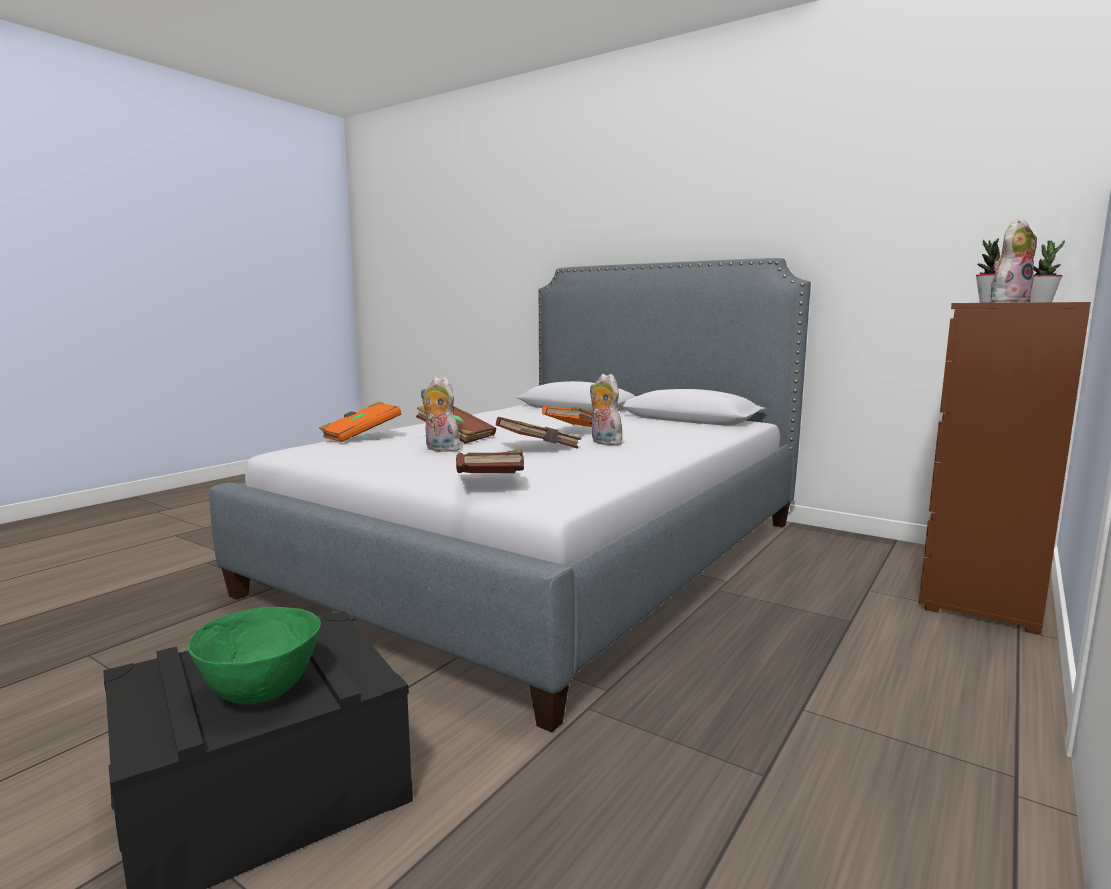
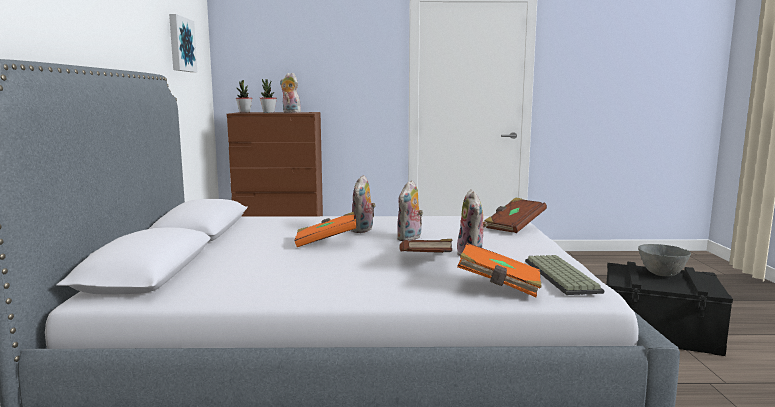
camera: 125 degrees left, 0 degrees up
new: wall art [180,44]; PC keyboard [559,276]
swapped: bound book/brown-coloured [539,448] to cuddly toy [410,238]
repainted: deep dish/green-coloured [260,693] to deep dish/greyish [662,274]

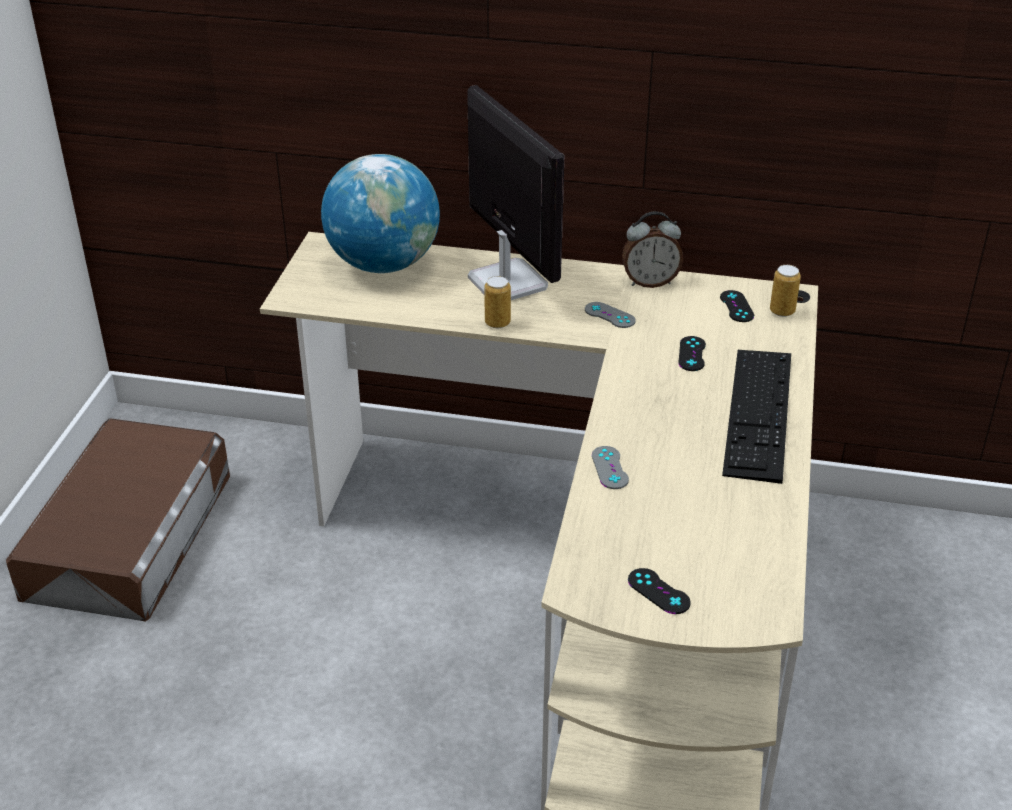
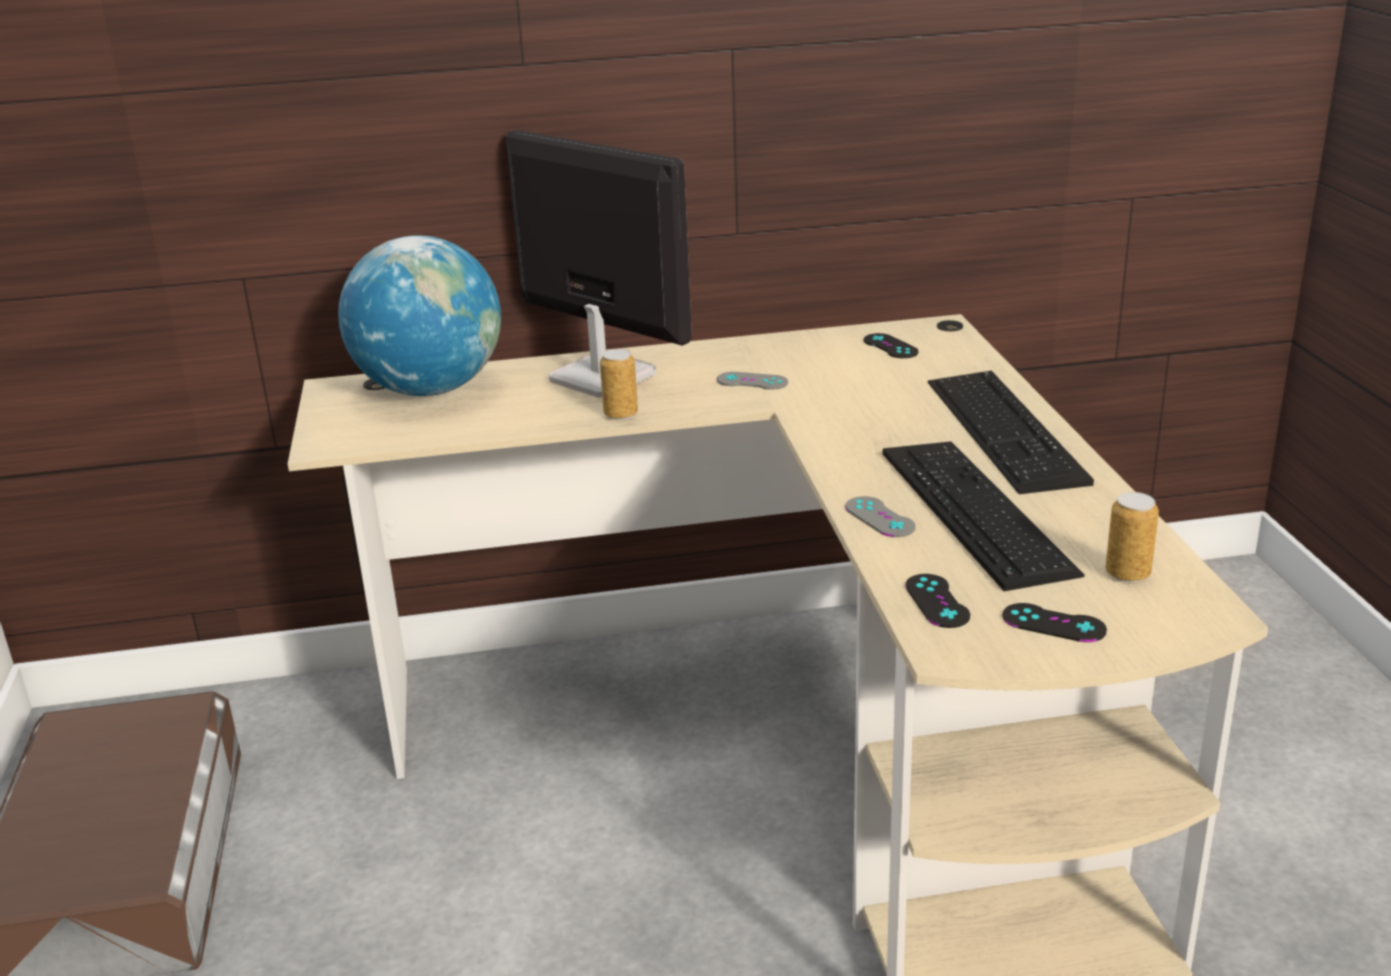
camera: 20 degrees left, 10 degrees down
gone: bedside clock [650,282]
new: PC keyboard [974,510]
shifted: game controller/black [692,354] to [937,601]; metal can [782,311] to [1127,574]

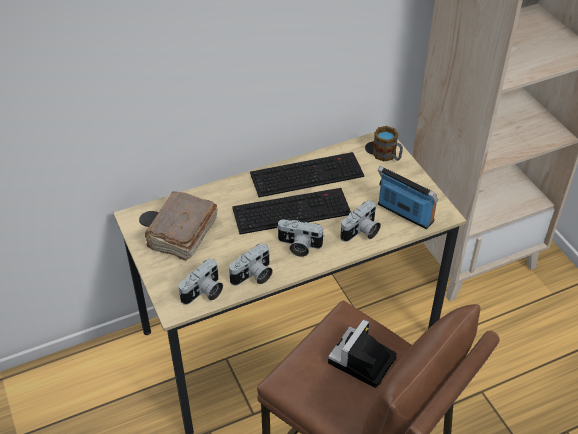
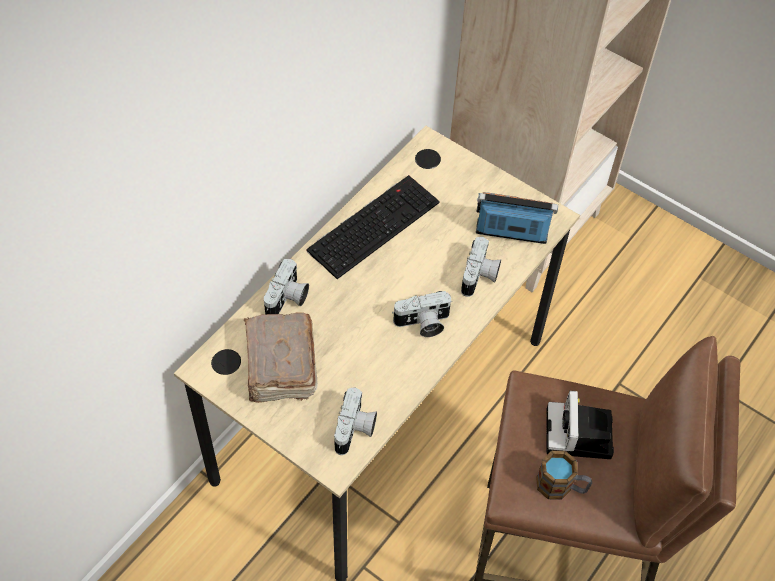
camera: 30 degrees left, 10 degrees up
gone: PC keyboard [292,210]
shifted: still camera [253,276] to [288,299]; tea mug [387,156] to [561,486]

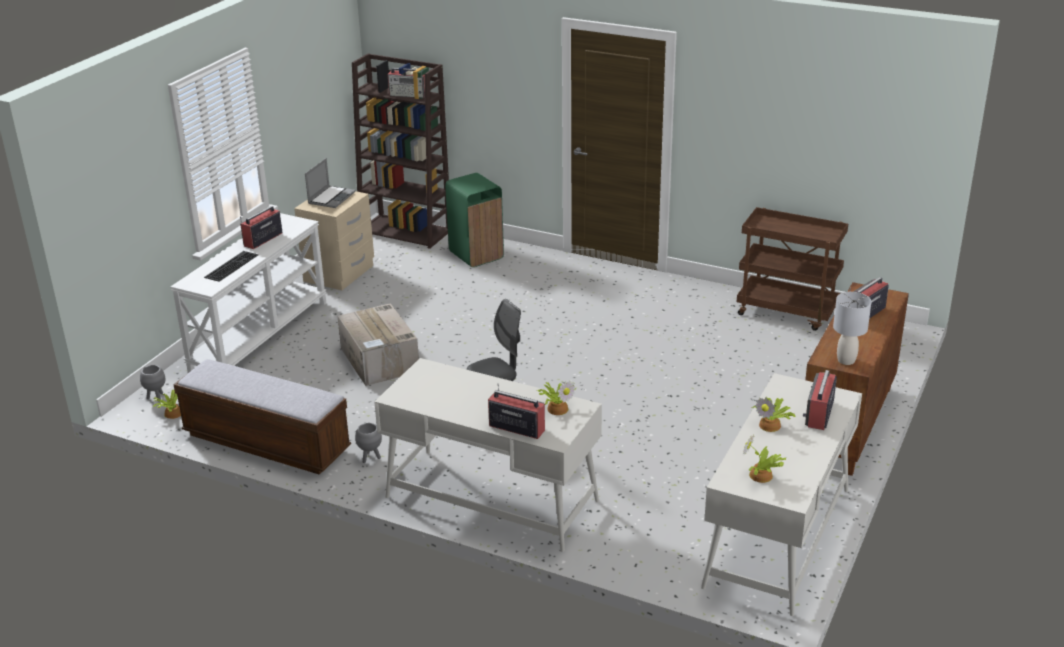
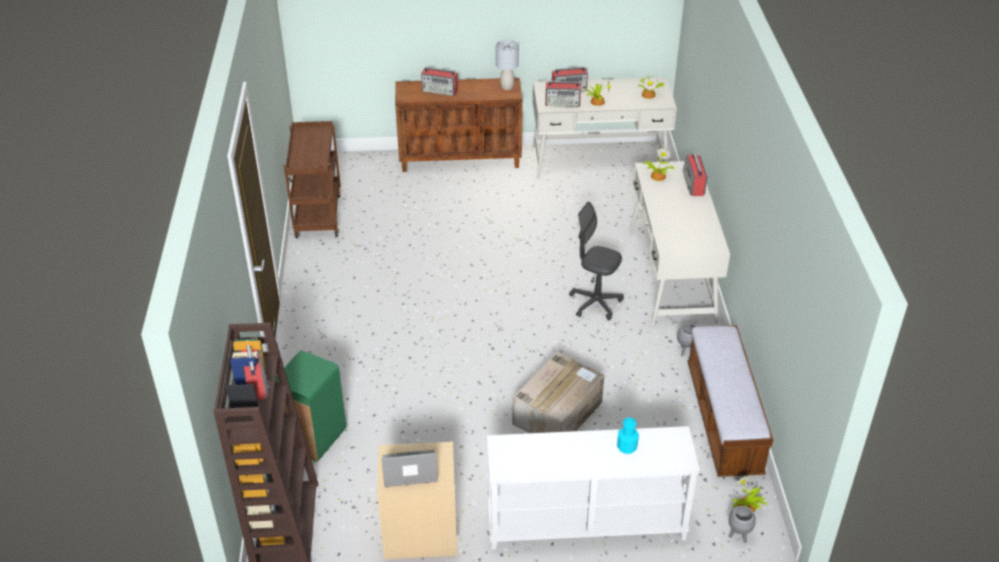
camera: 120 degrees left, 10 degrees up
shifted: radio set [262,239] to [563,103]
swapped: PC keyboard [231,265] to beverage bottle/blue-green [627,447]

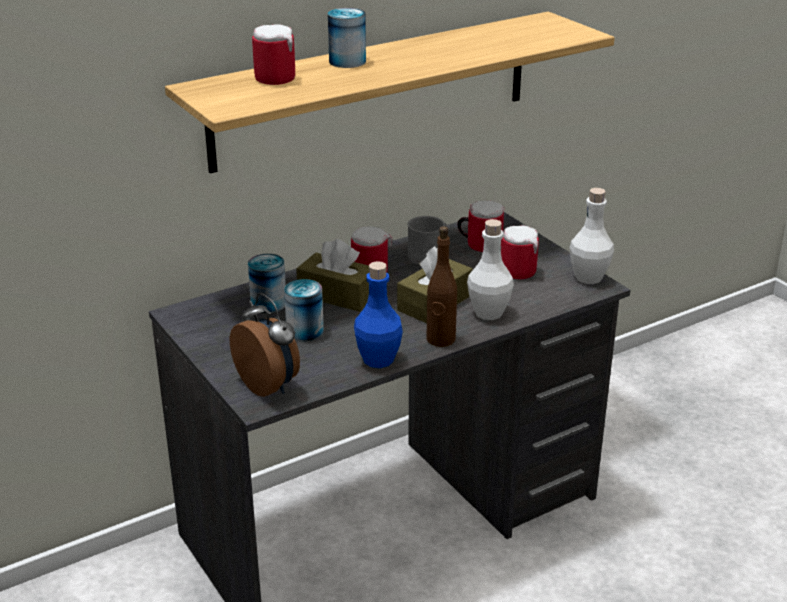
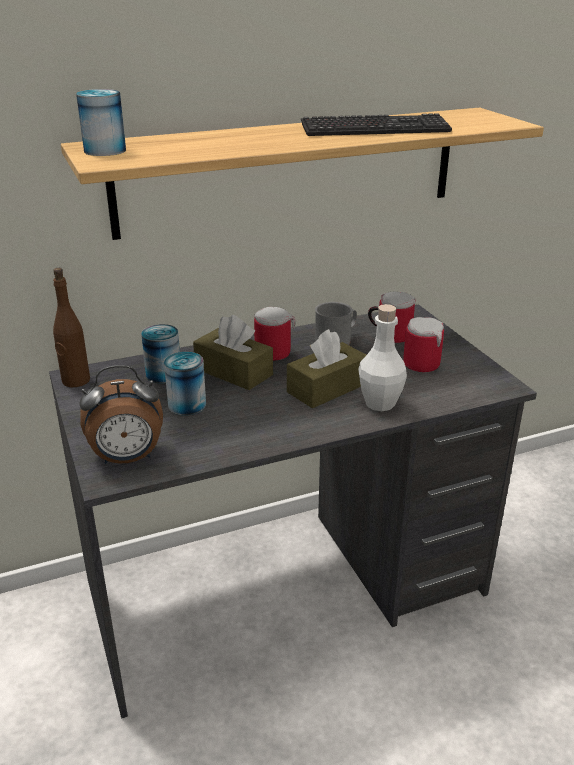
camera: 10 degrees right, 0 degrees up
gone: tea mug [279,77]; beverage bottle/blue [378,360]; beverage bottle/white [588,277]
new: PC keyboard [375,129]
shifted: metal can [347,61] to [105,150]; beverage bottle/brown-coloured [440,339] to [75,381]
rotated: bedside clock [269,385] = [127,458] 105 degrees clockwise

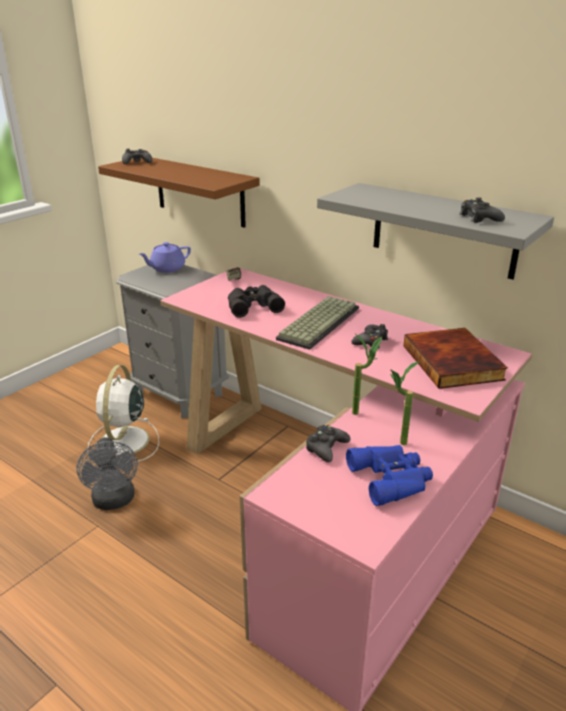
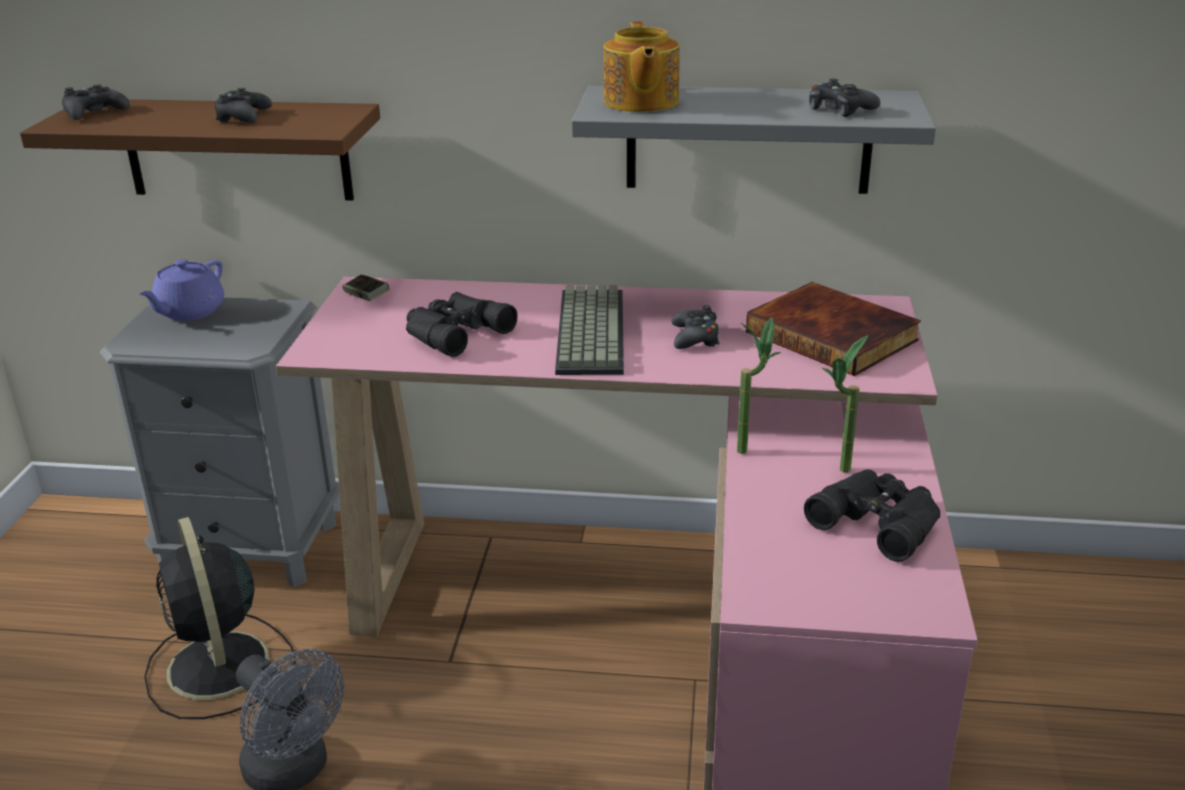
camera: 30 degrees left, 0 degrees up
new: pot for tea [640,102]
shifted: game controller/black [326,448] to [243,117]
repainted: electric fan/white [123,442] to electric fan/black [219,668]; pair of binoculars/blue [392,478] to pair of binoculars/black [879,520]

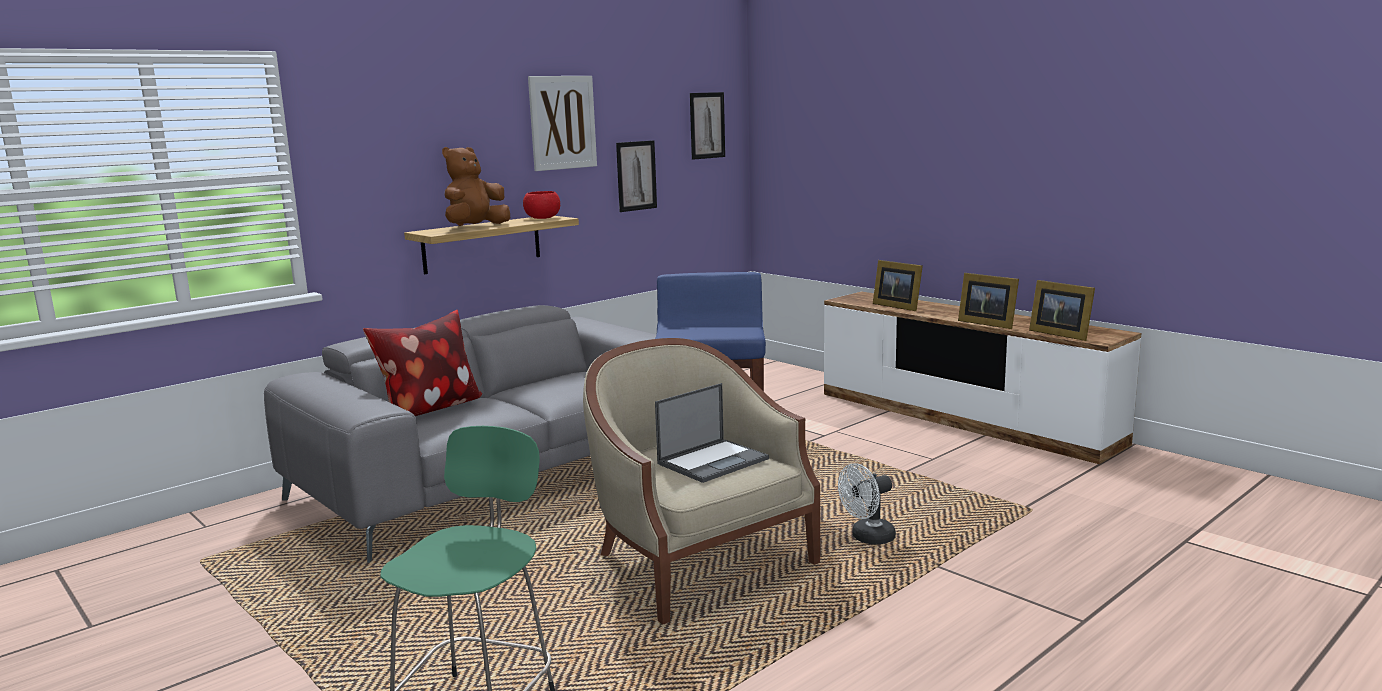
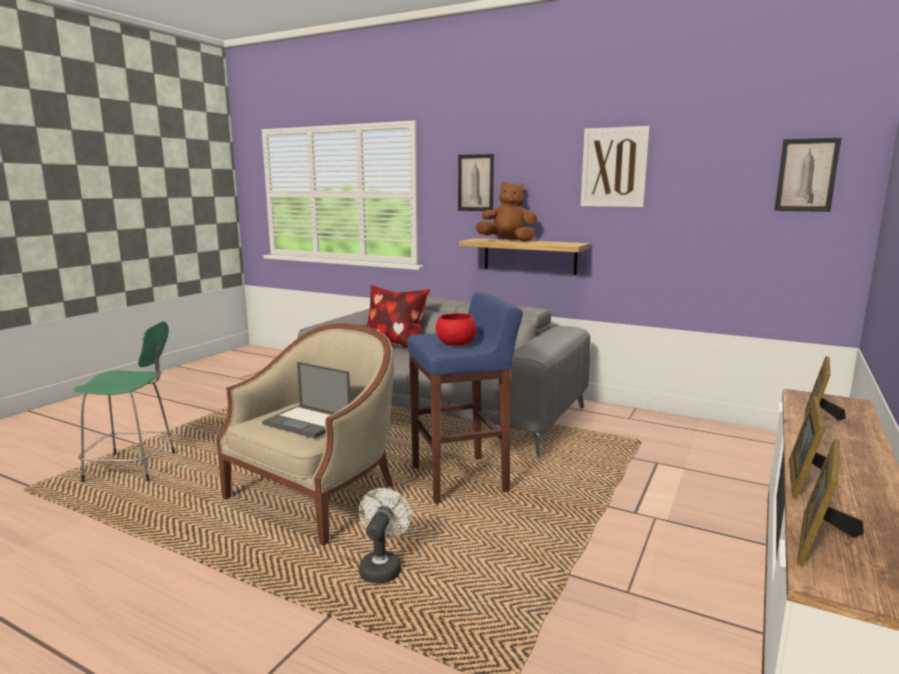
camera: 70 degrees right, 0 degrees up
shifted: deep dish/reddish [542,218] to [456,344]; wall art [636,176] to [475,183]
rotated: electric fan/white [867,538] = [382,567] 60 degrees clockwise

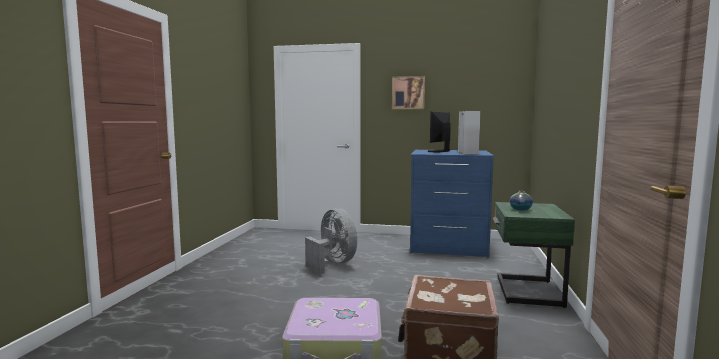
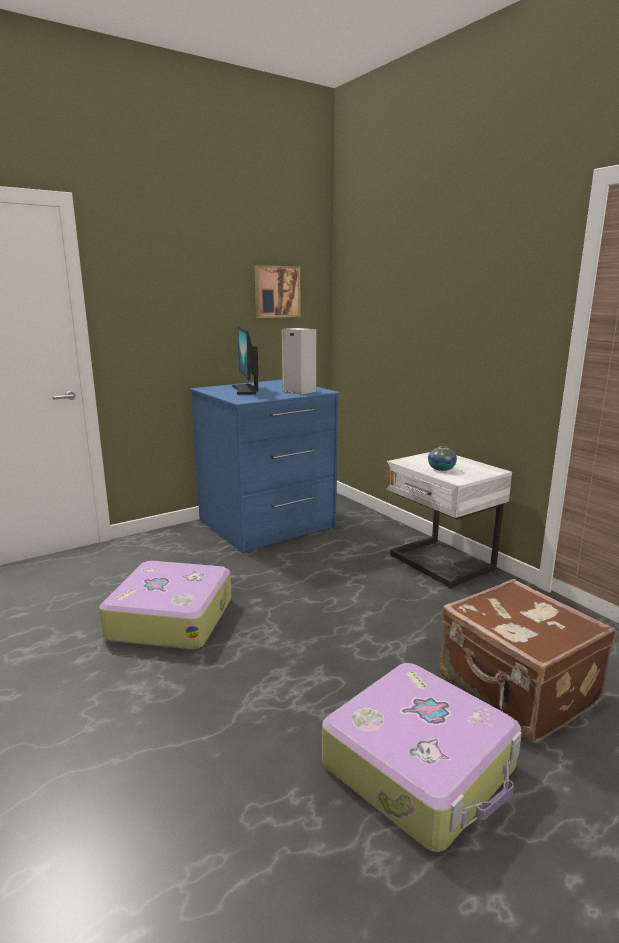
camera: 45 degrees left, 10 degrees up
shifted: wall art [408,93] to [276,291]
swapped: electric fan/greyish [333,264] to suitcase [171,618]
repainted: bedside table/green-coloured [526,292] to bedside table/white [439,564]

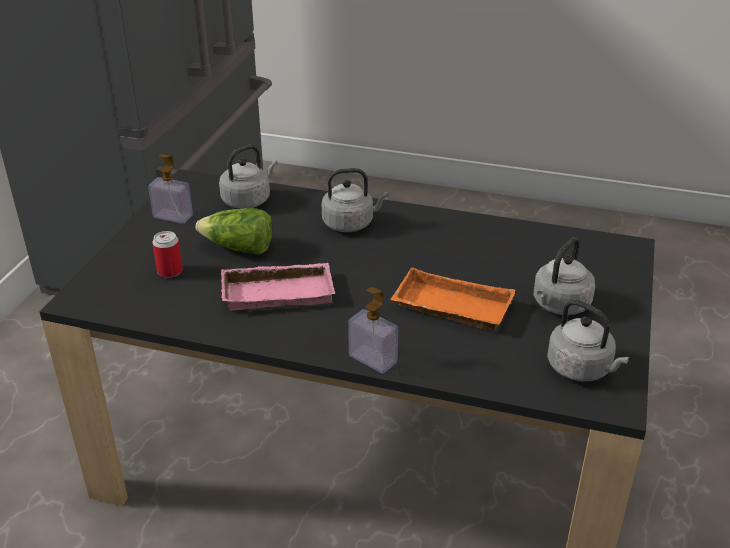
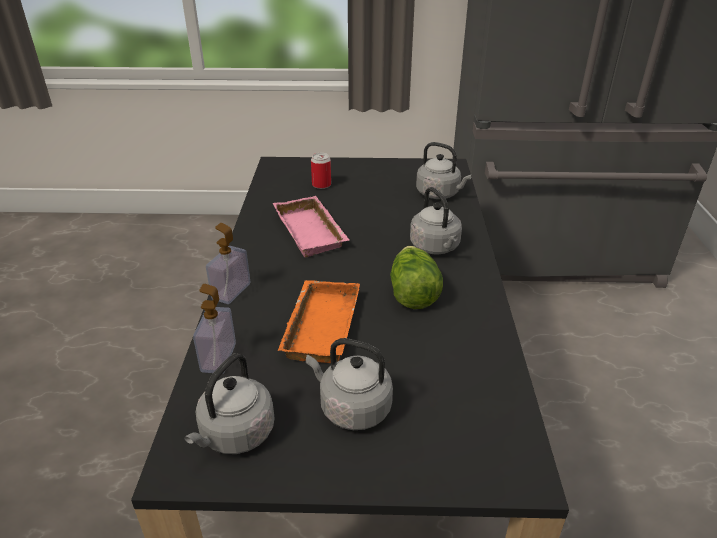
camera: 75 degrees right, 0 degrees up
shifted: soap dispenser [173,216] to [218,357]; head of lettuce [239,248] to [412,292]

